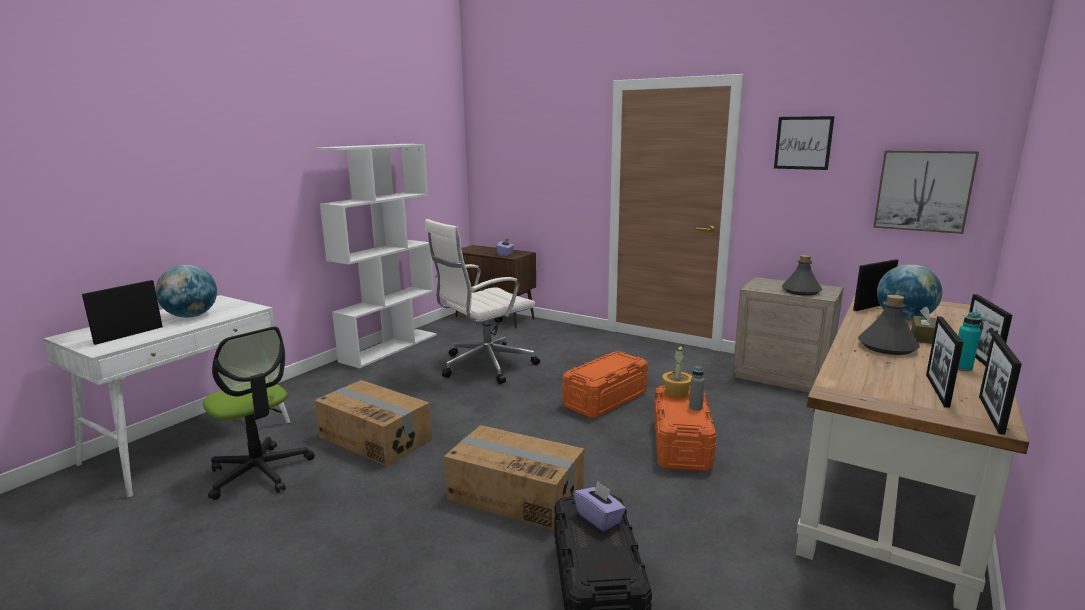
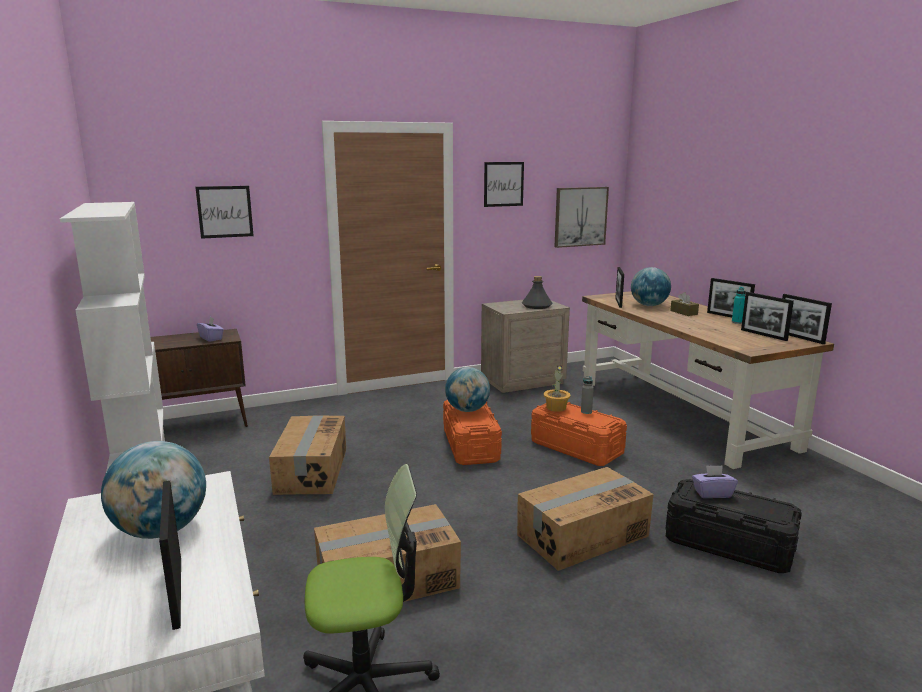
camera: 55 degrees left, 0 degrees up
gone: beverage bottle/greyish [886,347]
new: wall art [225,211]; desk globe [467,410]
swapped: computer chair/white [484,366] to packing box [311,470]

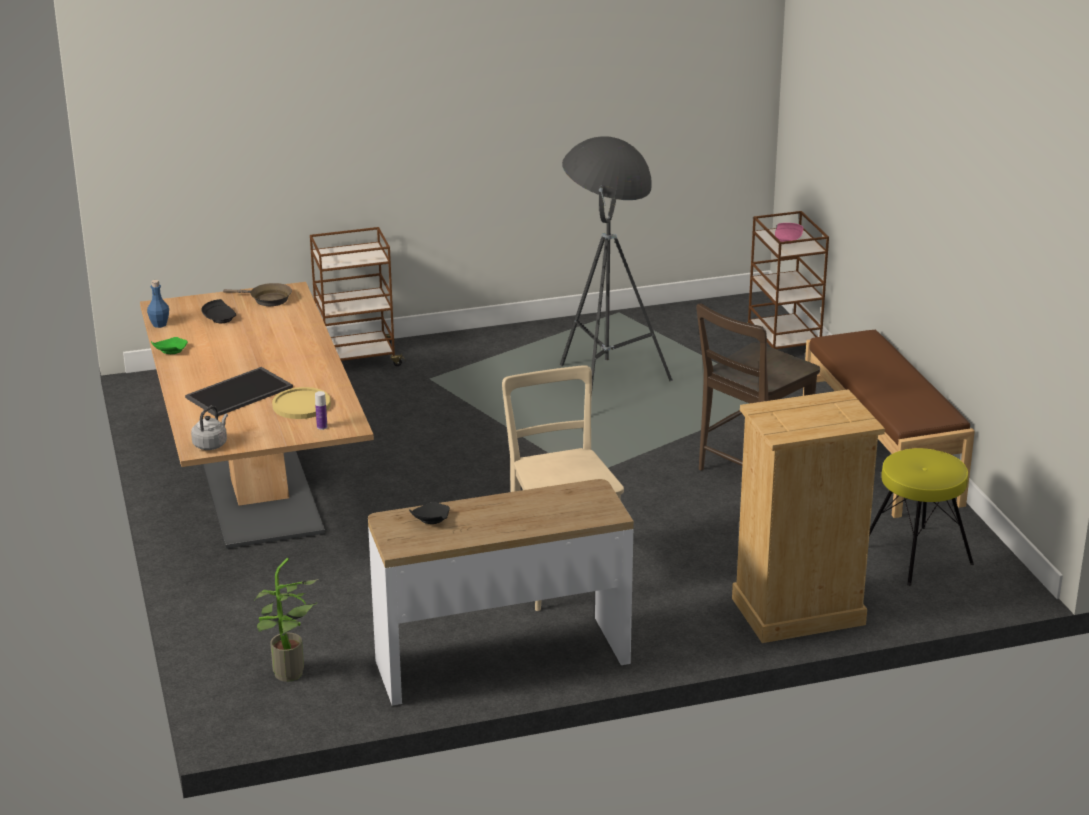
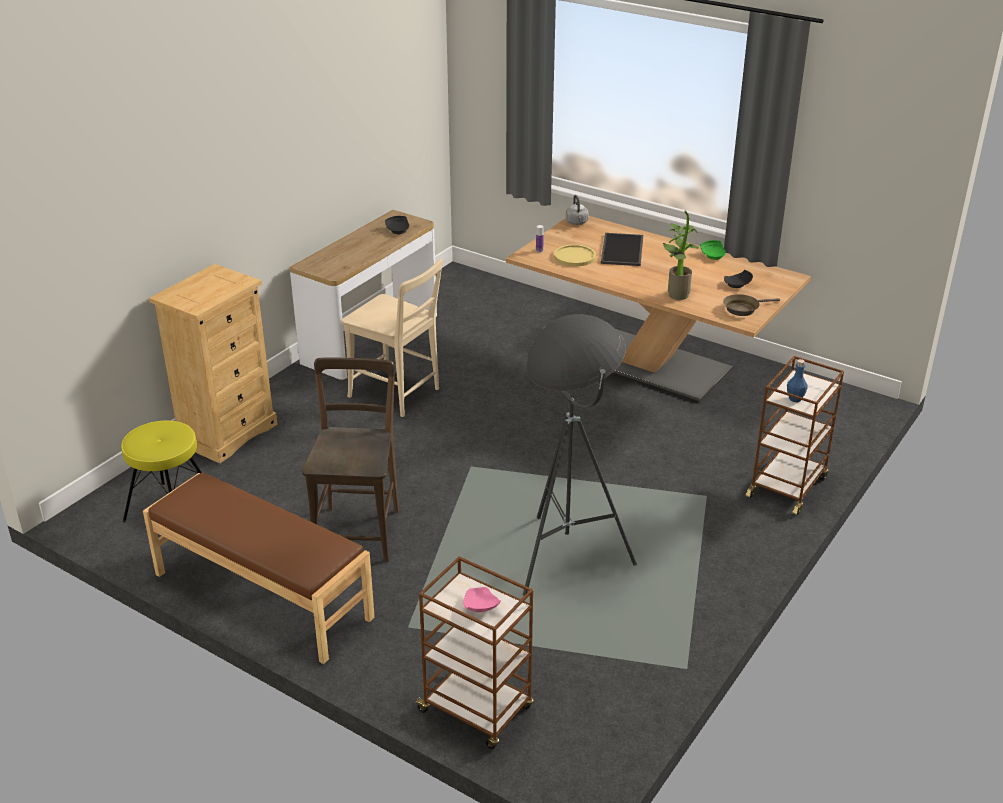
camera: 140 degrees right, 5 degrees up
shifted: beverage bottle/blue [159,324] to [795,399]; potted plant [288,676] to [675,293]

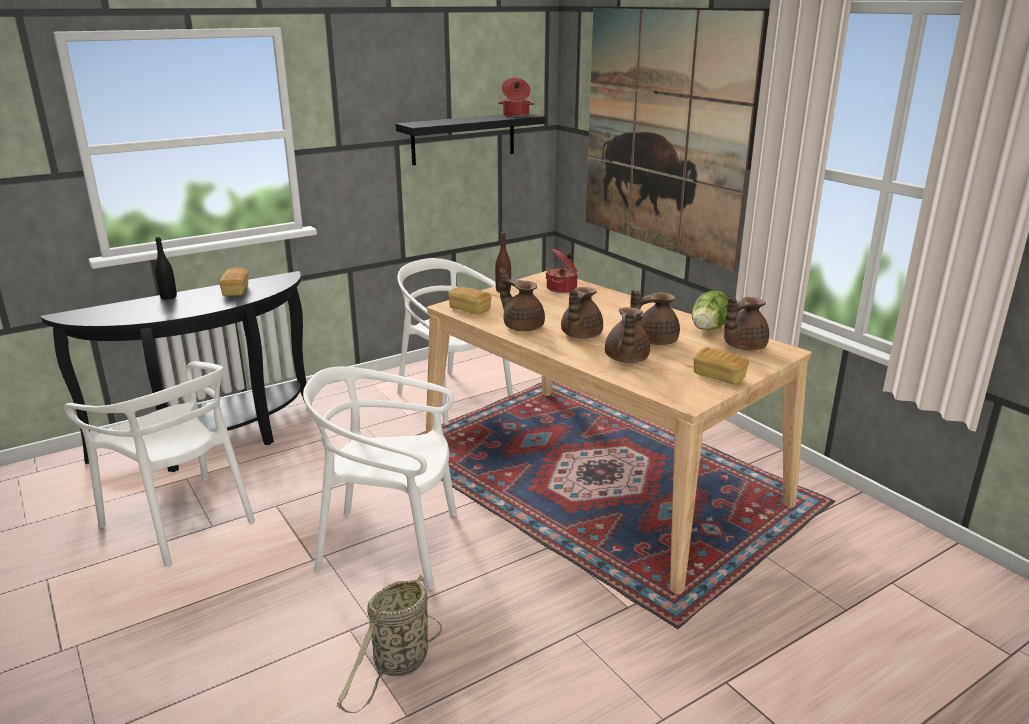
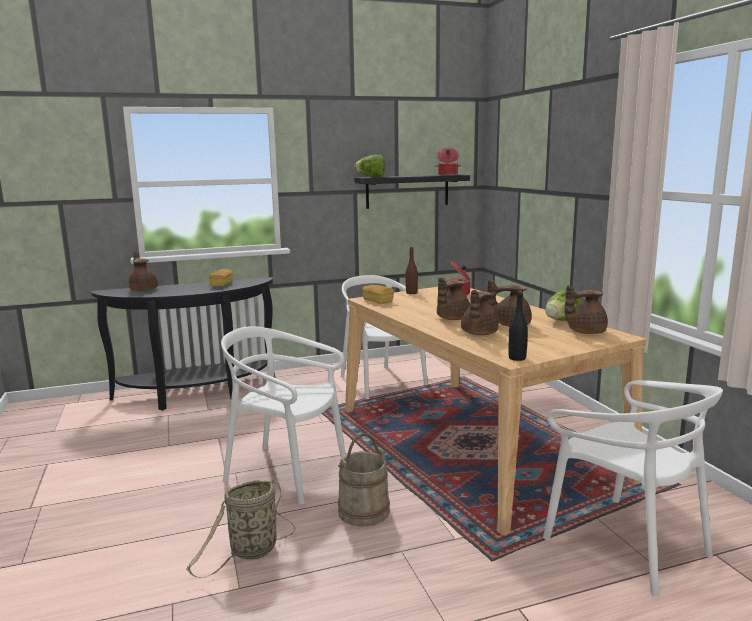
camera: 15 degrees right, 10 degrees down
gone: wall art [662,133]; baked bread [719,377]
new: water bucket/beige-coloured [363,511]; head of lettuce [371,177]
shifted: chair/white [181,521] to [626,544]; beverage bottle/black [168,297] to [517,358]; pot for tea/brown-coloured [522,326] to [144,289]

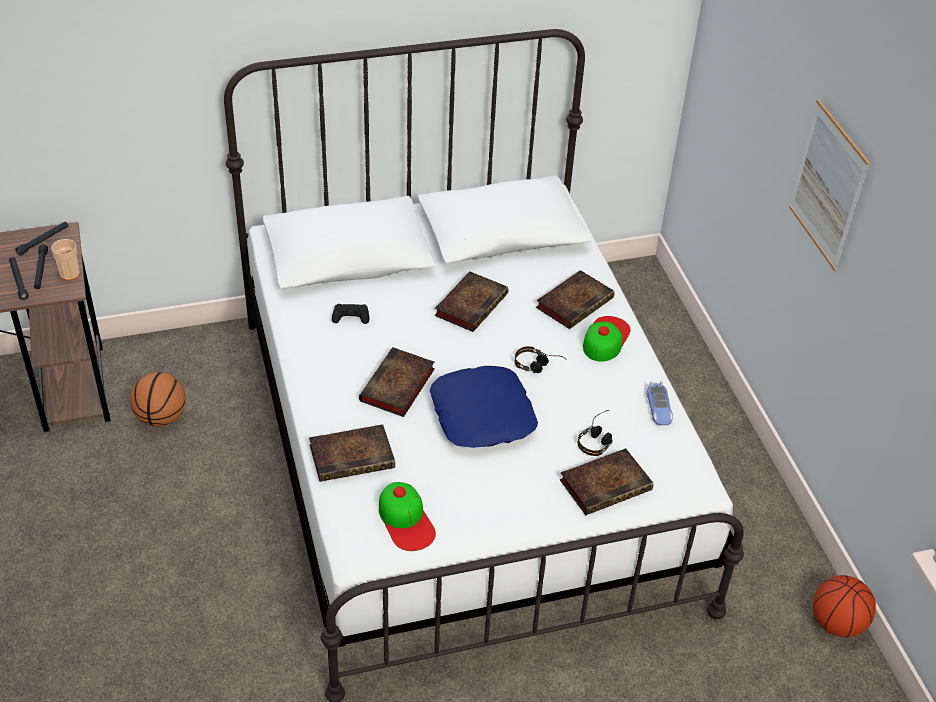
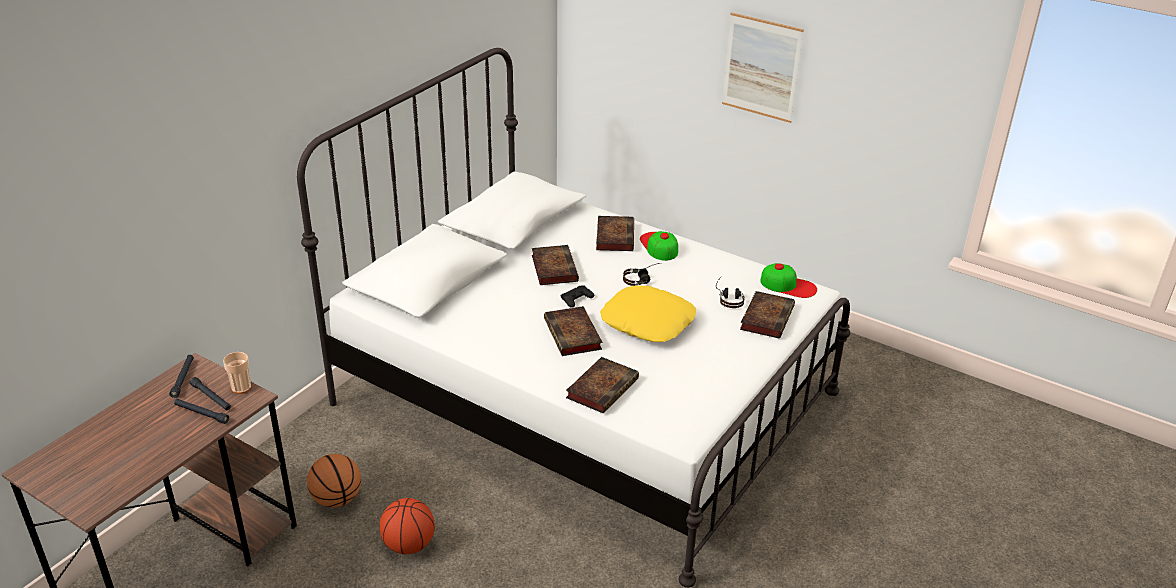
camera: 40 degrees left, 10 degrees down
gone: miniature car [659,408]
shifted: game controller/black [351,317] to [576,299]; baseball cap [406,520] to [788,285]; basketball ball [836,623] to [408,545]
repainted: cushion/blue [483,415] to cushion/yellowish [648,322]

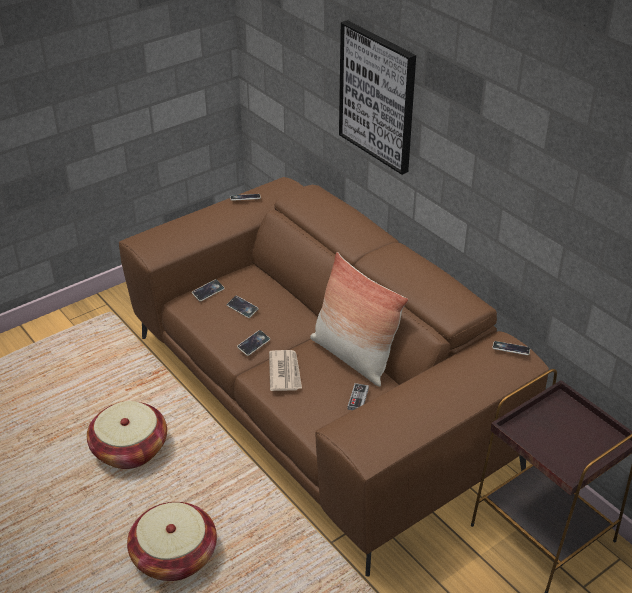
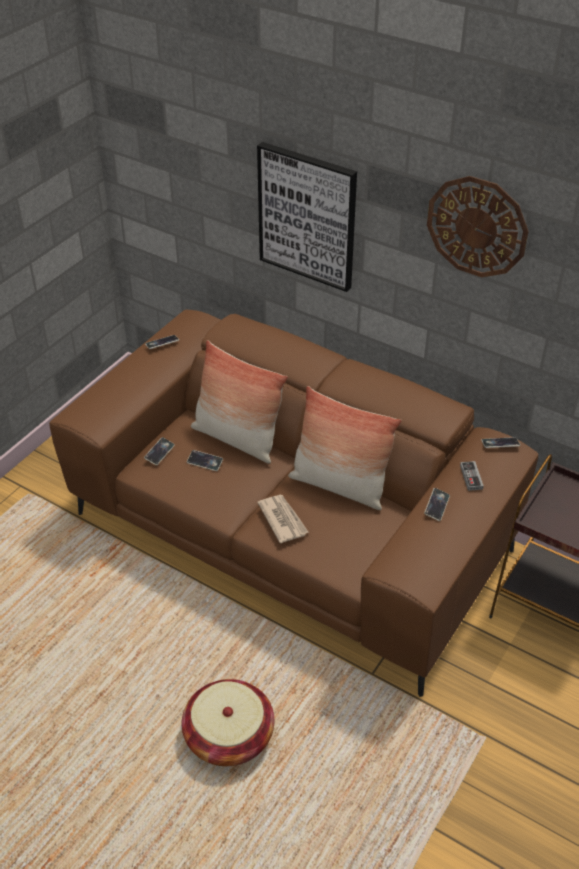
camera: 20 degrees left, 5 degrees up
gone: basket [130,449]
new: cushion [237,439]; wall clock [477,227]
shifted: handset [253,344] to [436,506]; game controller [358,399] to [471,477]

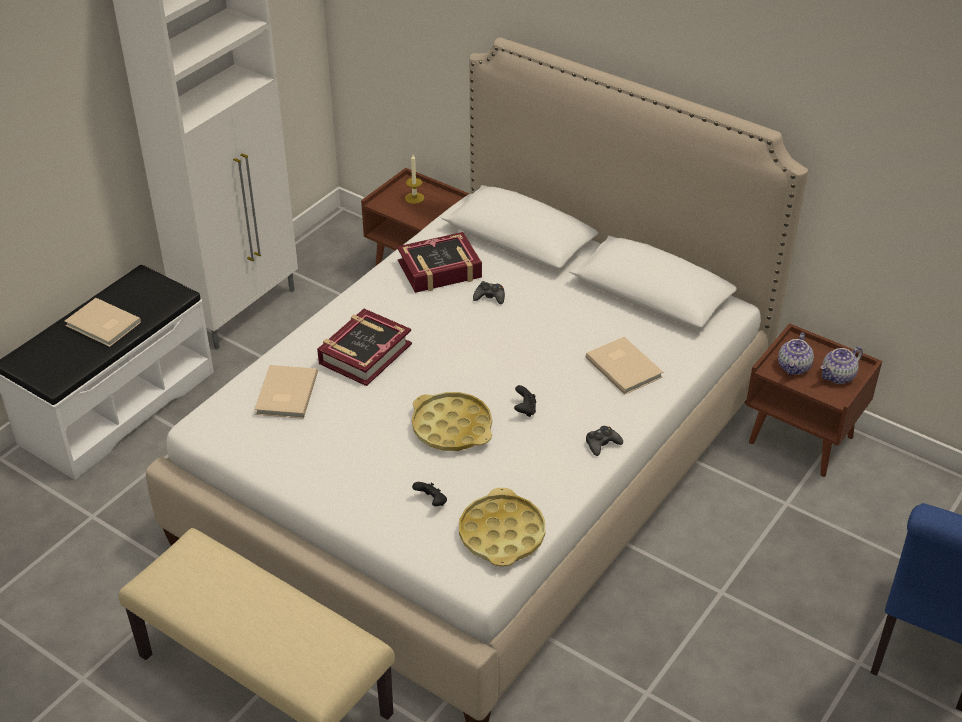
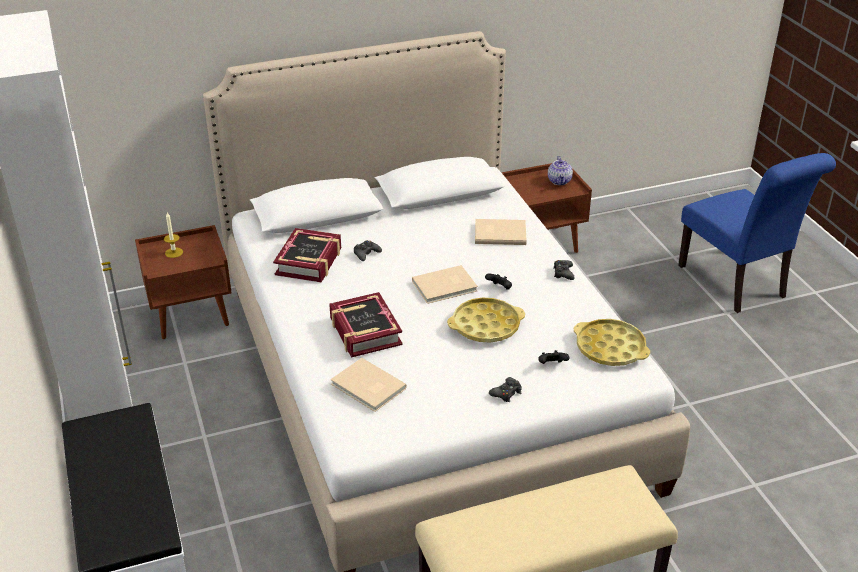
camera: 55 degrees left, 5 degrees down
gone: pot for tea [794,367]
new: game controller/black [506,393]
shifted: bound book/beige-coloured [102,325] to [446,287]

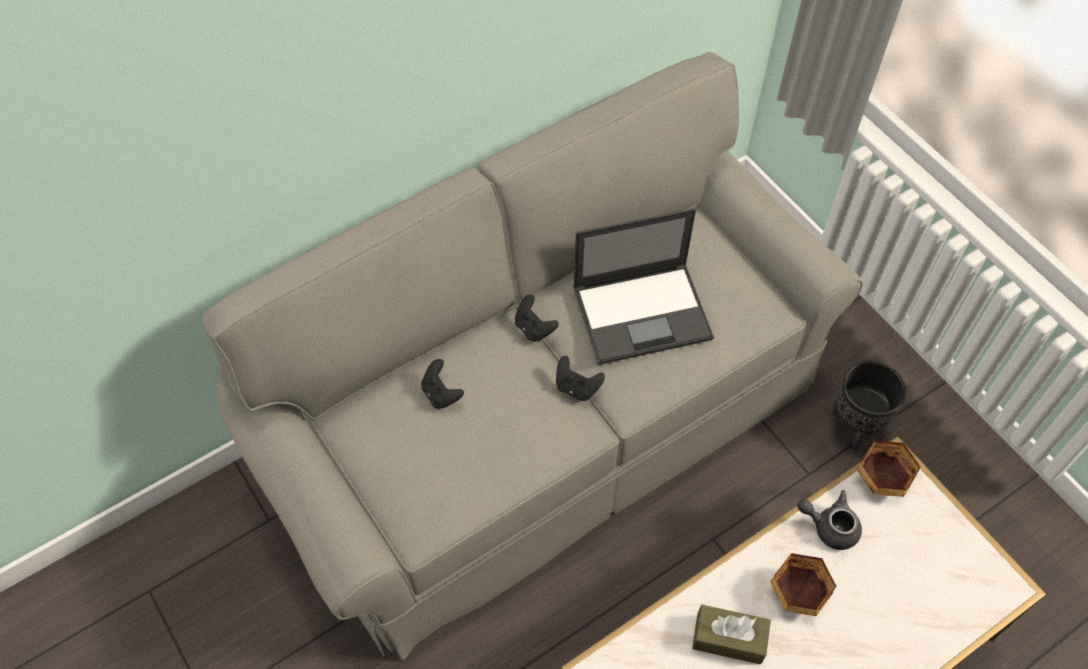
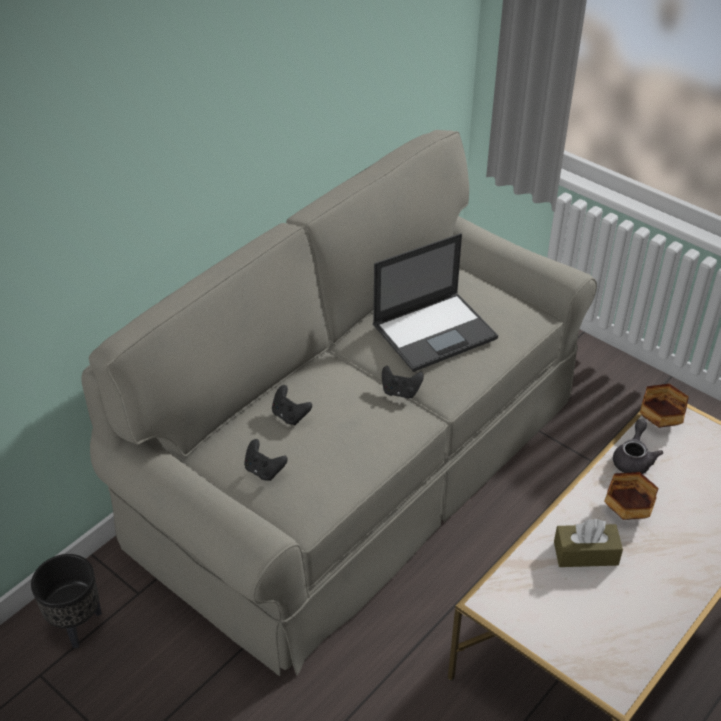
camera: 15 degrees left, 15 degrees down
shifted: game controller/black [534,328] to [264,470]; planter/black [855,425] to [78,625]
rotated: pot for tea/greyish [829,526] = [633,459] 105 degrees clockwise

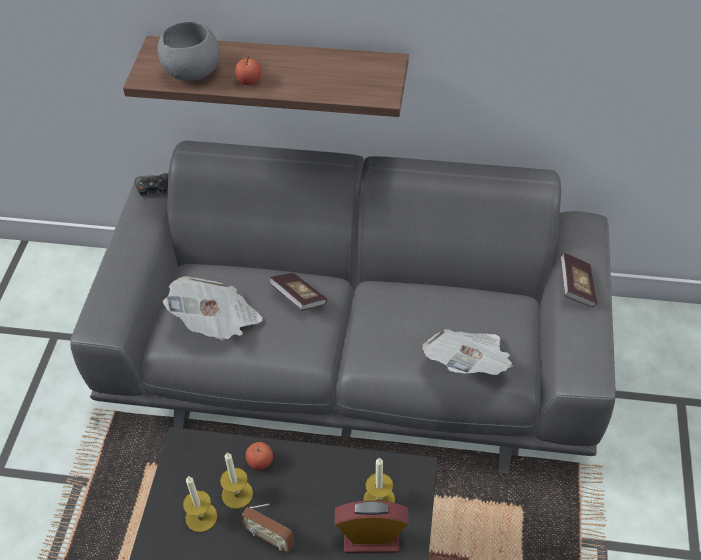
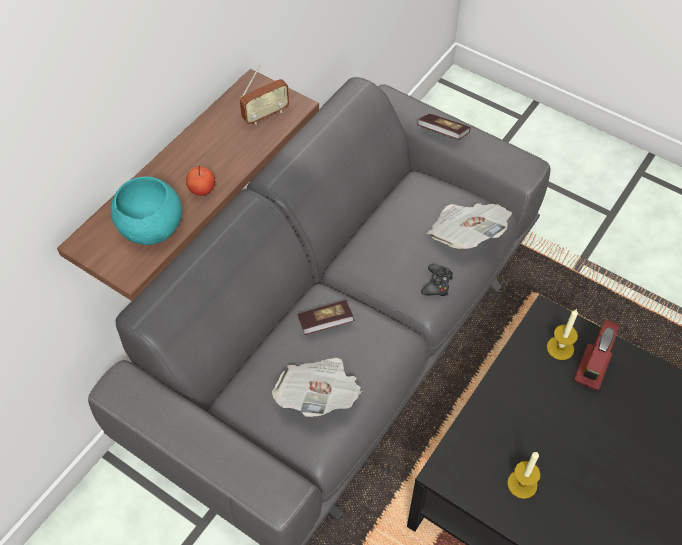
camera: 65 degrees left, 5 degrees up
gone: wax light [237,494]; apple [260,462]
shifted: game controller/black [153,188] to [437,284]; radio set [269,537] to [266,115]
repainted: deep dish/greyish [192,70] to deep dish/blue-green [150,228]

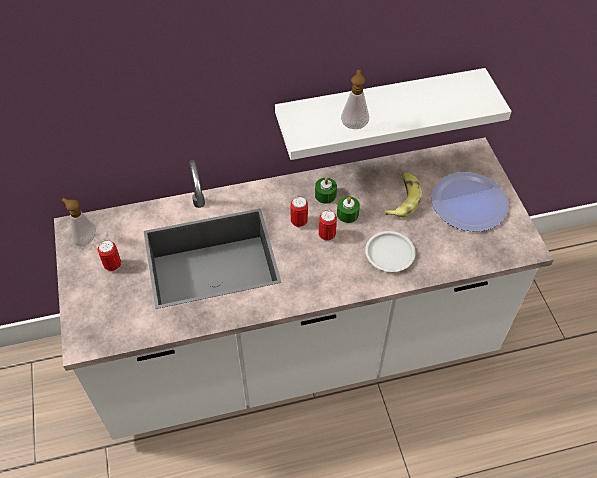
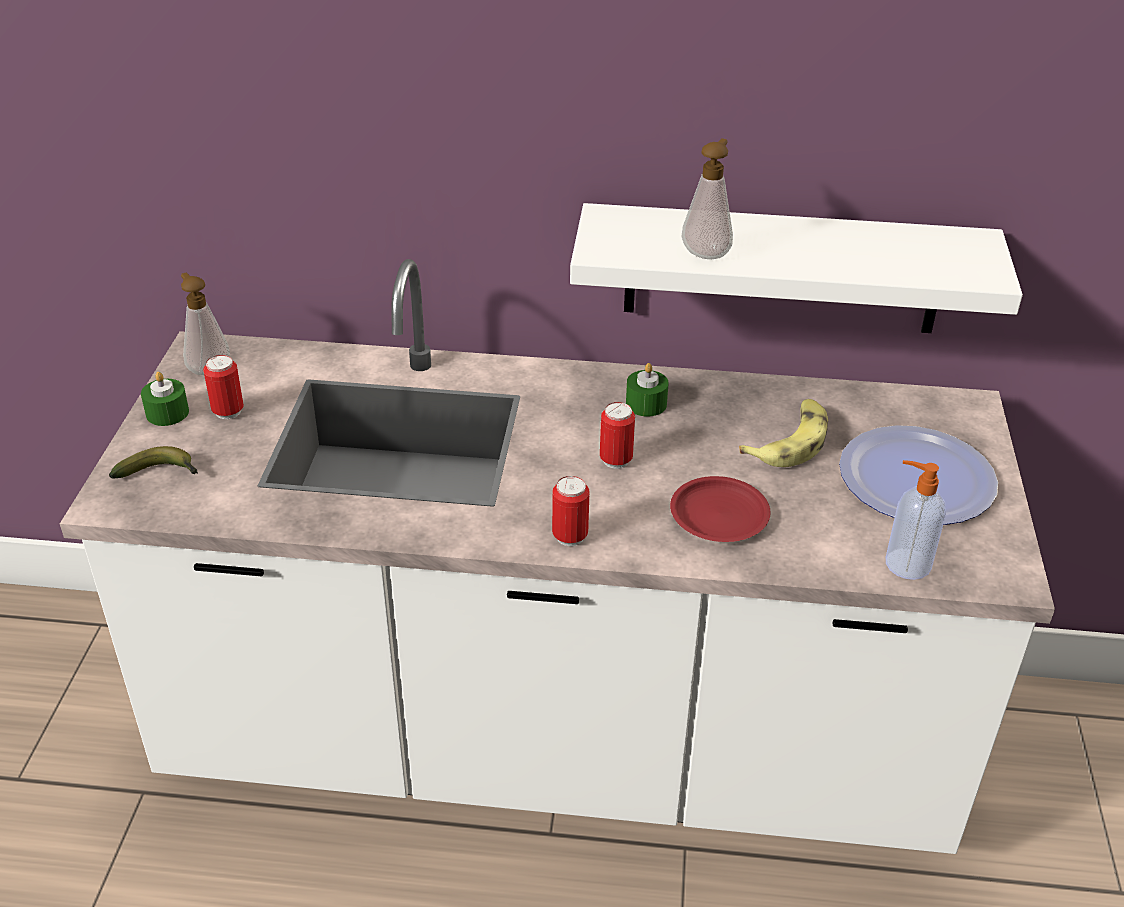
camera: 20 degrees right, 15 degrees down
new: banana [161,473]; soap dispenser [906,564]
shifted: metal can [299,222] to [570,536]; wax light/green-coloured [347,214] to [167,413]
repainted: dinner plate/white [389,253] to dinner plate/reddish [719,515]

